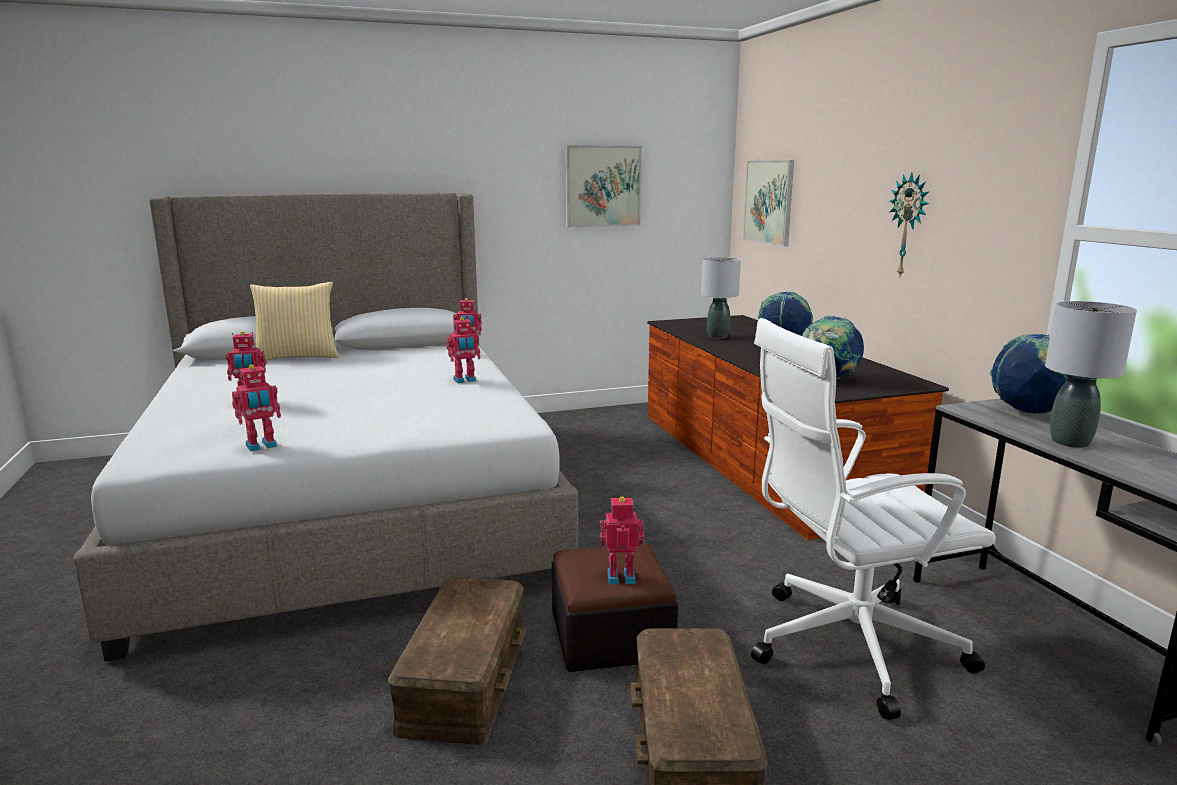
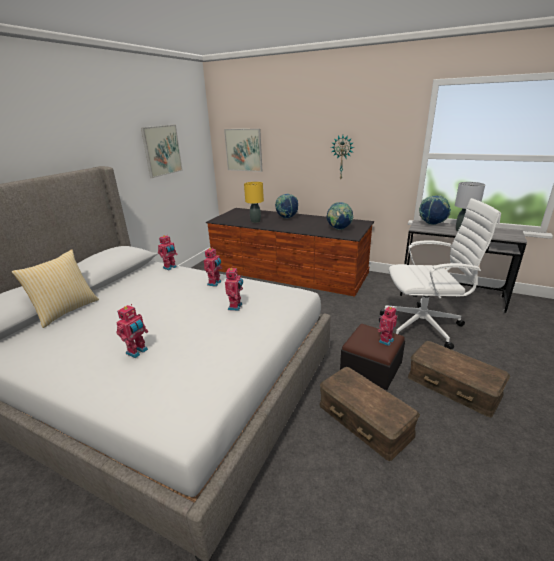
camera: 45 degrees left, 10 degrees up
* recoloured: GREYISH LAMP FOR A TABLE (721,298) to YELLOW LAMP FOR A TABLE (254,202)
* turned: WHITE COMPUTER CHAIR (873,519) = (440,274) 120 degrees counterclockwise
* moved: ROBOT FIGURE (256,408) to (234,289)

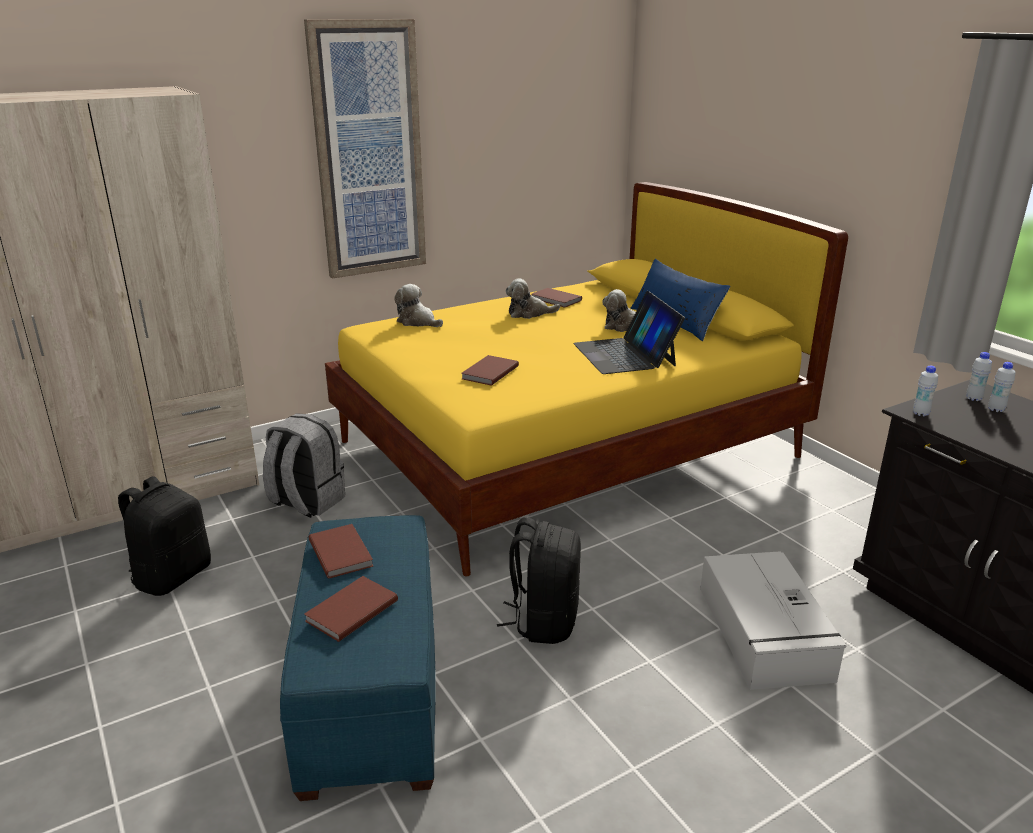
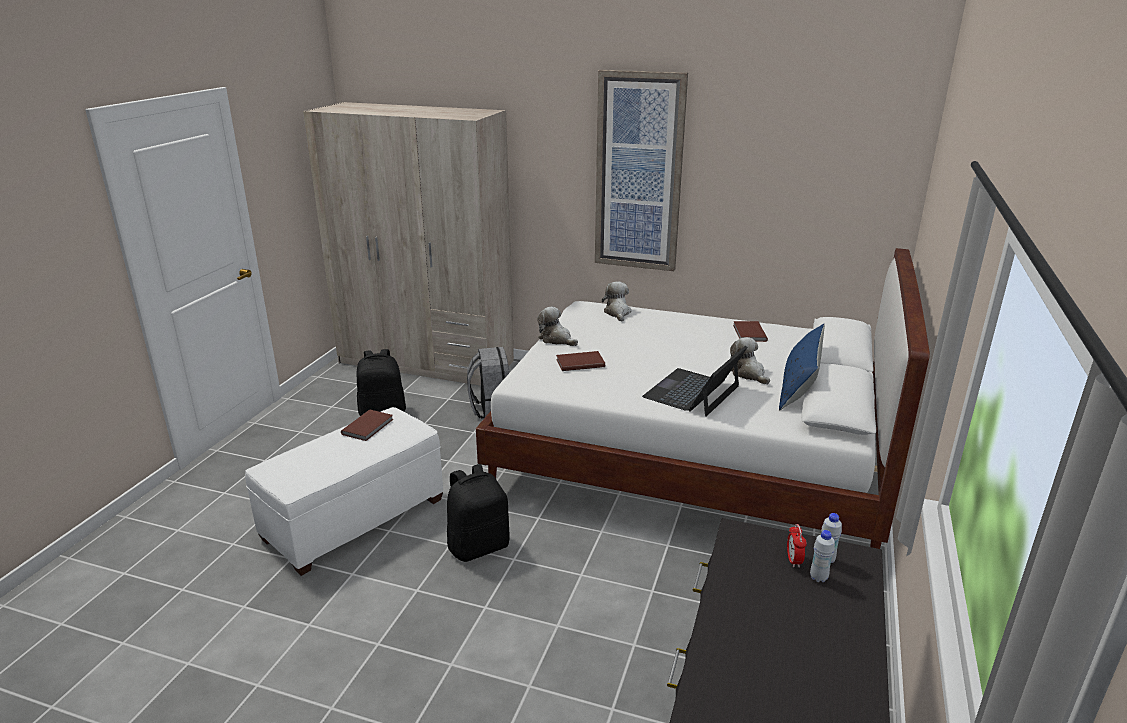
camera: 50 degrees right, 0 degrees up
* recoloured: YELLOW BED (586,379) to WHITE BED (703,398)
* moved: PLUSH TOY (532,298) to (557,326)
* removed: WHITE BEVERAGE BOTTLE (925,391)
* recoloured: BLUE-COLOURED OTTOMAN (357,658) to WHITE OTTOMAN (344,491)
* removed: GREYISH STORAGE BOX (773,620)
* removed: BROWNISH VOLUME (351,609)
* added: ALARM CLOCK (797,546)

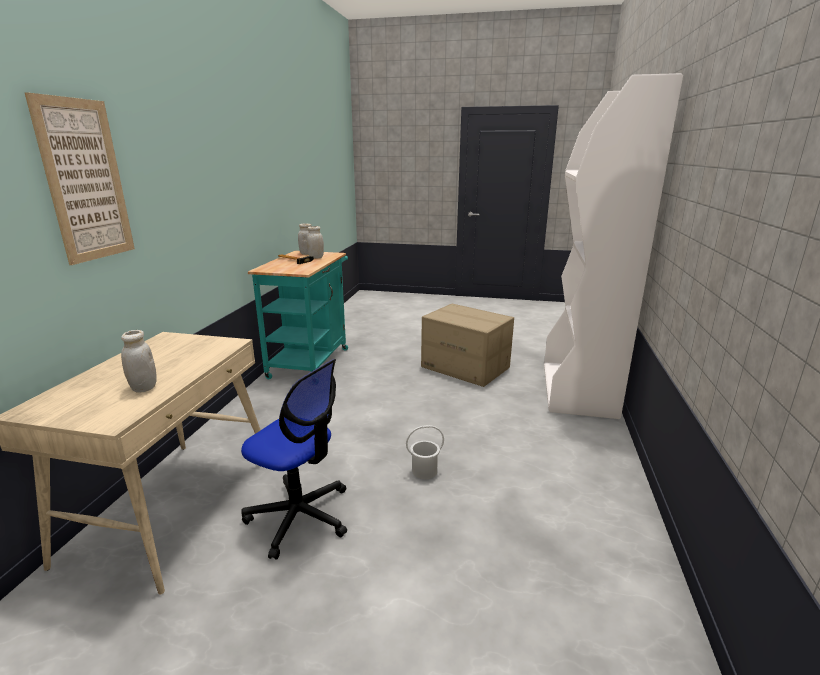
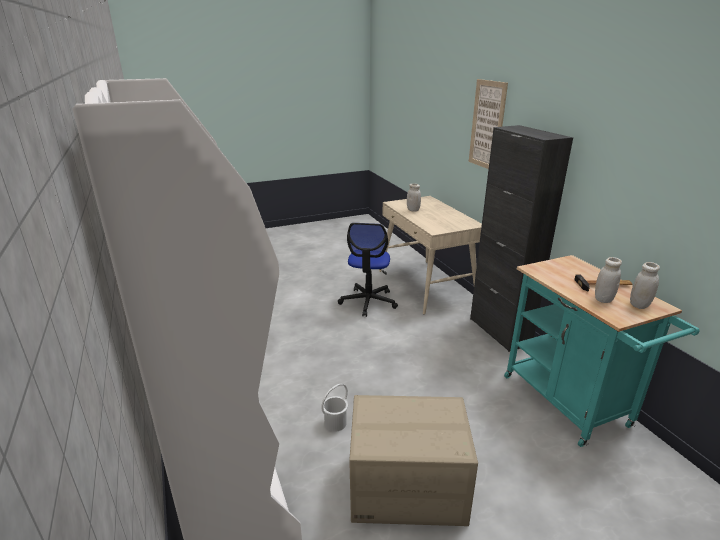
camera: 145 degrees right, 5 degrees up
* turned: COMPUTER CHAIR (294,459) = (368,270) 75 degrees counterclockwise
* moved: WHITE PAIL (425,452) to (334,408)
* added: BLACK CABINET (521,238)

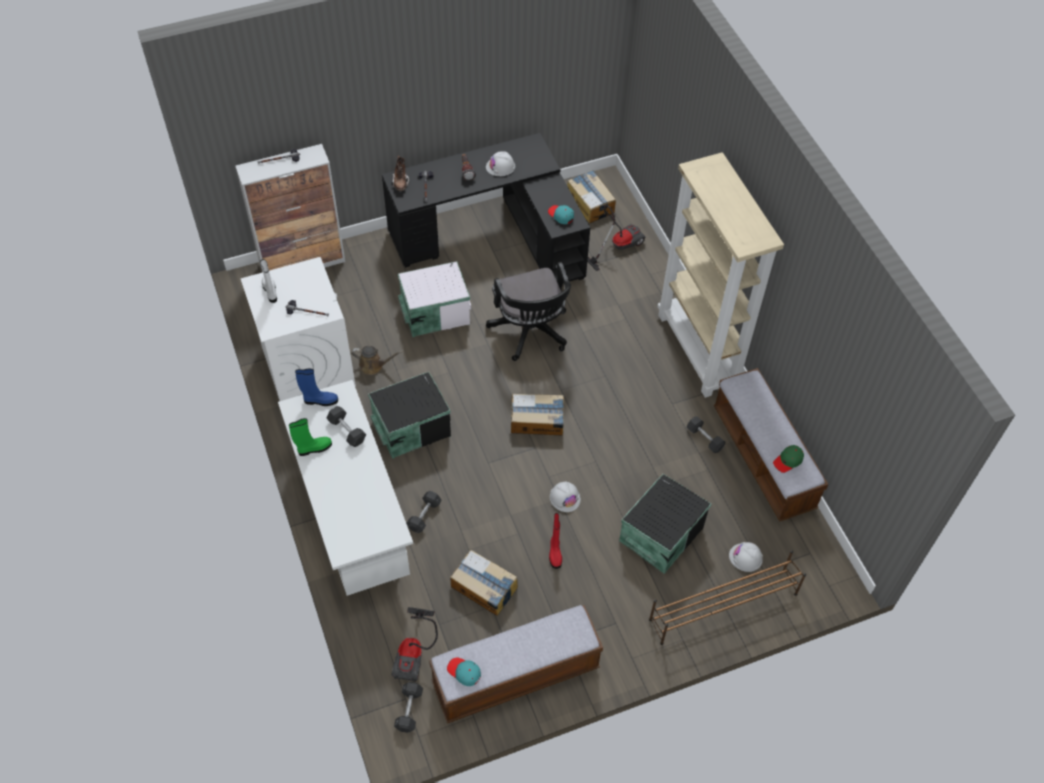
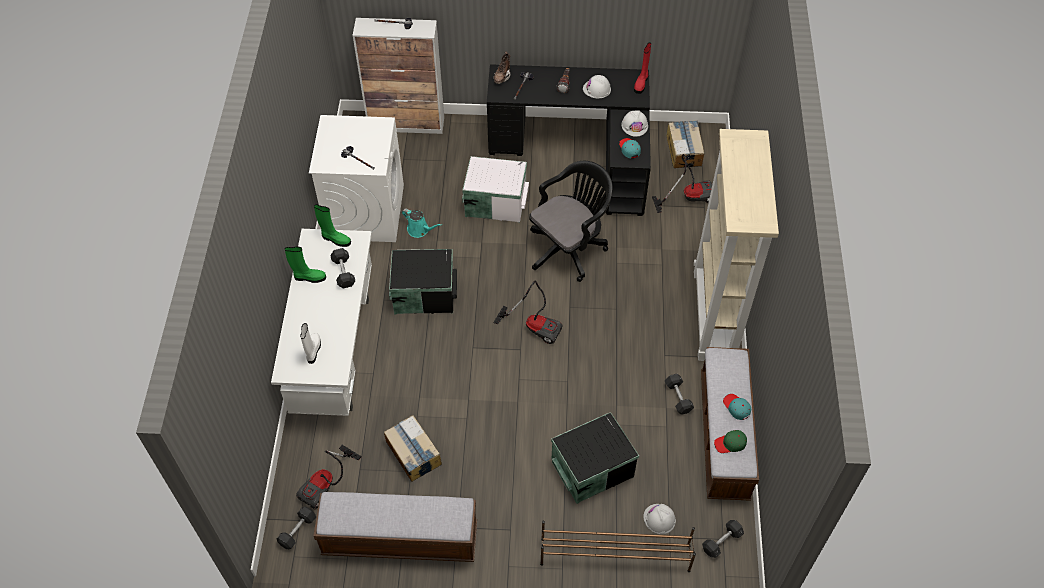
camera: 25 degrees right, 0 degrees up
* moved: WHITE TALL BOOT (268,281) to (310,343)
* turned: BLACK COMPUTER CHAIR (528,311) = (570,221) 135 degrees counterclockwise
* recoloured: BROWNISH WATERING POT (376,360) to TURQUOISE WATERING POT (422,223)
* recoloured: BLUE-COLOURED TALL BOOT (316,387) to GREEN TALL BOOT (332,225)
* replaced: CARDBOARD BOX (537,414) to VACUUM CLEANER (528,312)
* moved: WHITE SAFETY HELMET (565,497) to (634,124)
* moved: GREYISH FREE WEIGHT (424,512) to (723,539)
* moved: REDDISH TALL BOOT (555,541) to (642,68)
* moved: TURQUOISE BASEBALL CAP (464,672) to (737,407)

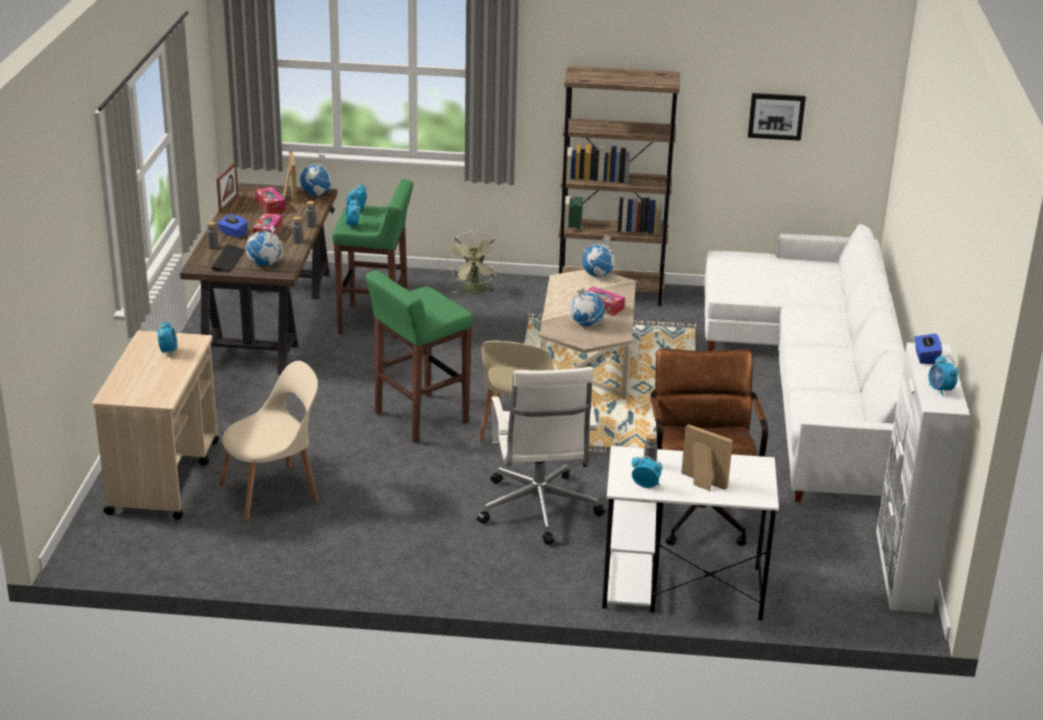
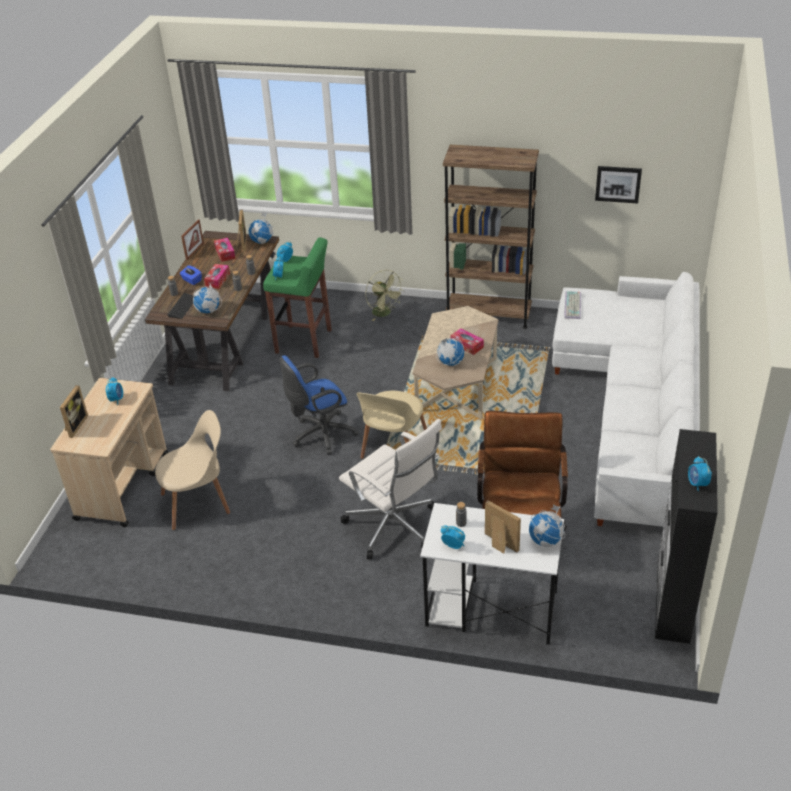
camera: 10 degrees right, 10 degrees up
* turned: GREEN COOLING FAN (474,262) = (384,295) 45 degrees counterclockwise
* moved: DESK GLOBE (599,256) to (547,526)
* replaced: GREEN STOOL (419,356) to BLUE-COLOURED COMPUTER CHAIR (319,405)
* removed: BLUE-COLOURED BOX OF TISSUES (928,349)
* recoloured: WHITE CABINET (923,478) to BLACK CABINET (686,536)
* turned: WHITE COMPUTER CHAIR (541,456) = (390,489) 45 degrees counterclockwise
* added: KEYBOARD (572,305)
* added: PHOTO FRAME (74,411)

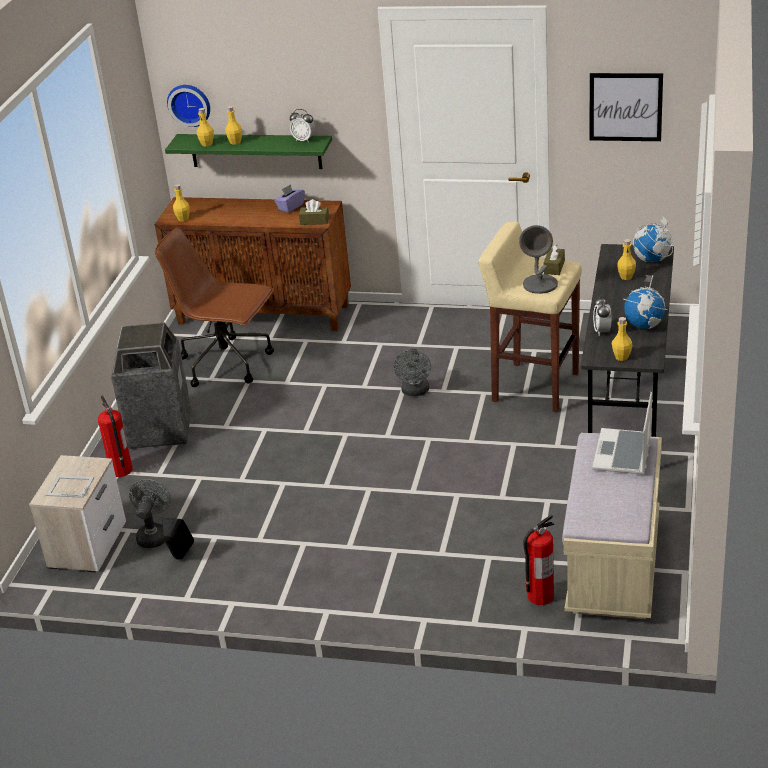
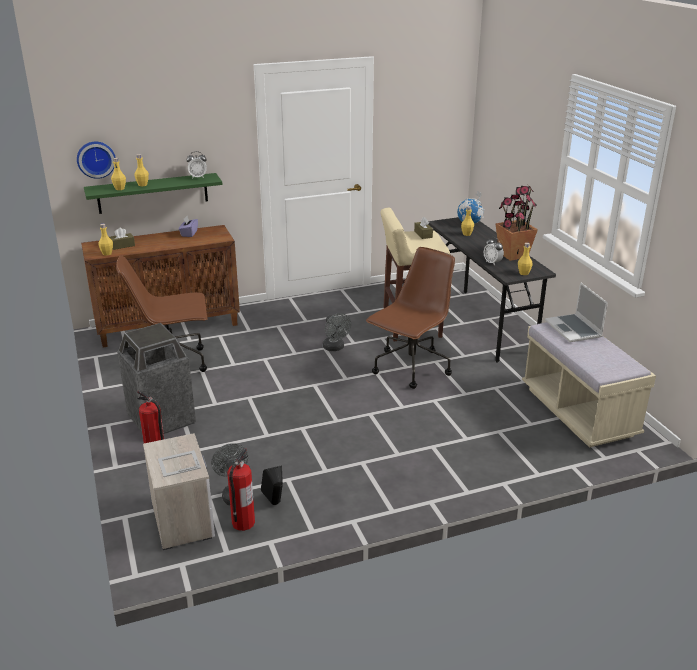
camera: 35 degrees left, 5 degrees down
* removed: PICTURE (626,107)
* moved: BROWNISH BOX OF TISSUES (314,212) to (122,239)
* removed: GREYISH LAMP FOR A TABLE (538,259)
* replaced: DESK GLOBE (645,302) to POTTED PLANT (516,223)
* moved: FIRE EXTINGUISHER (538,560) to (241,489)
* added: BROWNISH COMPUTER CHAIR (410,318)

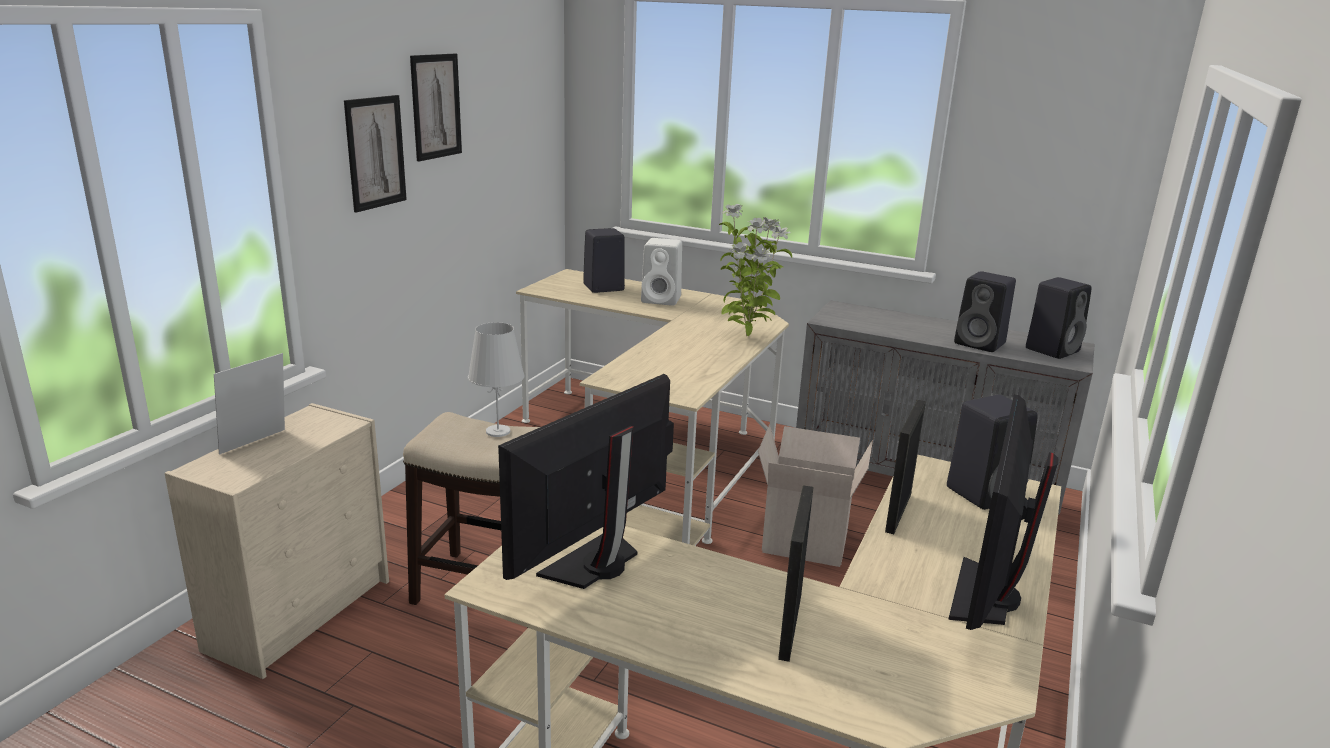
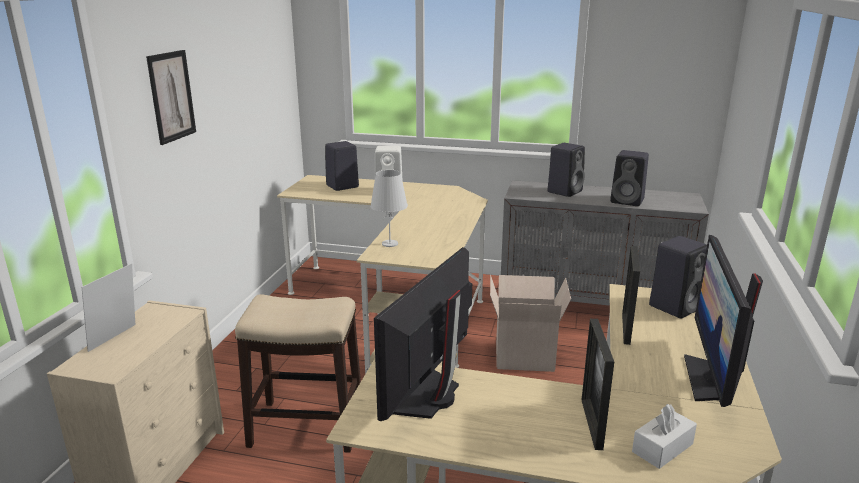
camera: 10 degrees left, 0 degrees up
* removed: PICTURE (436,107)
* removed: POTTED PLANT (755,270)
* moved: BLACK LOUDSPEAKER (1059,318) to (566,170)
* moved: WHITE LAMP FOR A TABLE (496,379) to (389,208)
* added: WHITE BOX OF TISSUES (664,436)

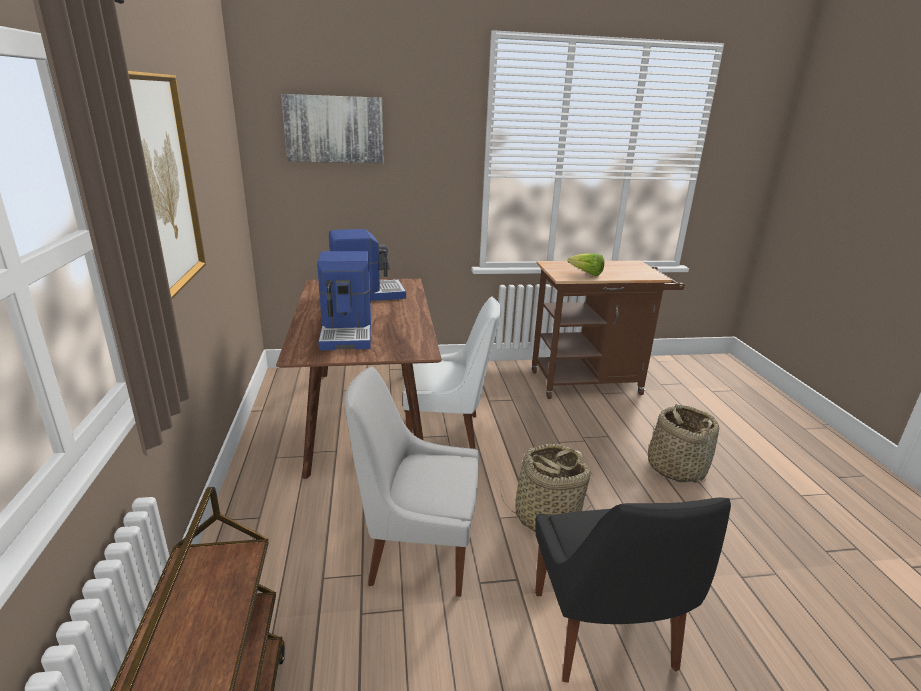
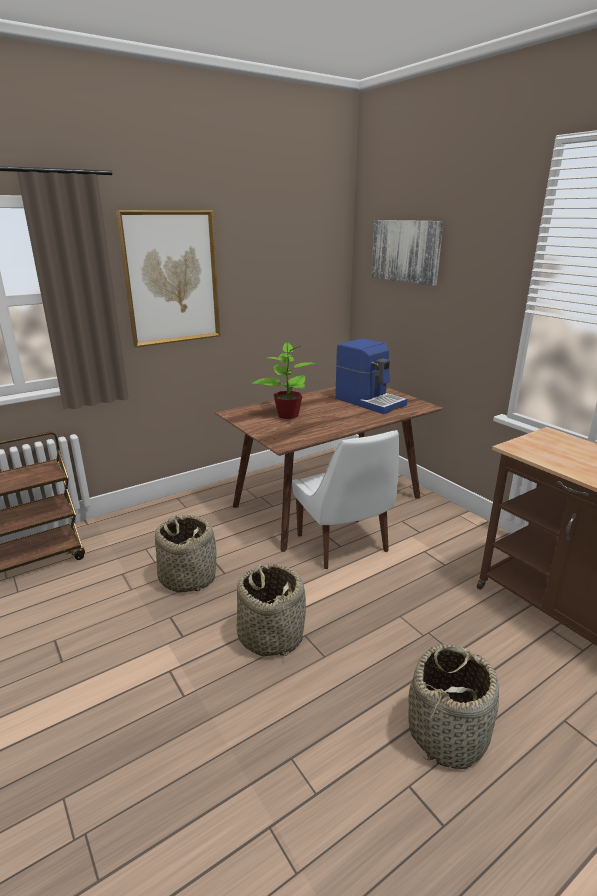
camera: 65 degrees right, 0 degrees up
* replaced: COFFEE MACHINE (344,301) to POTTED PLANT (283,380)
* removed: LETTUCE (586,264)
* replaced: WHITE UPRIGHT CHAIR (411,481) to STORAGE BASKET (185,554)
* removed: BLACK UPRIGHT CHAIR (633,590)

